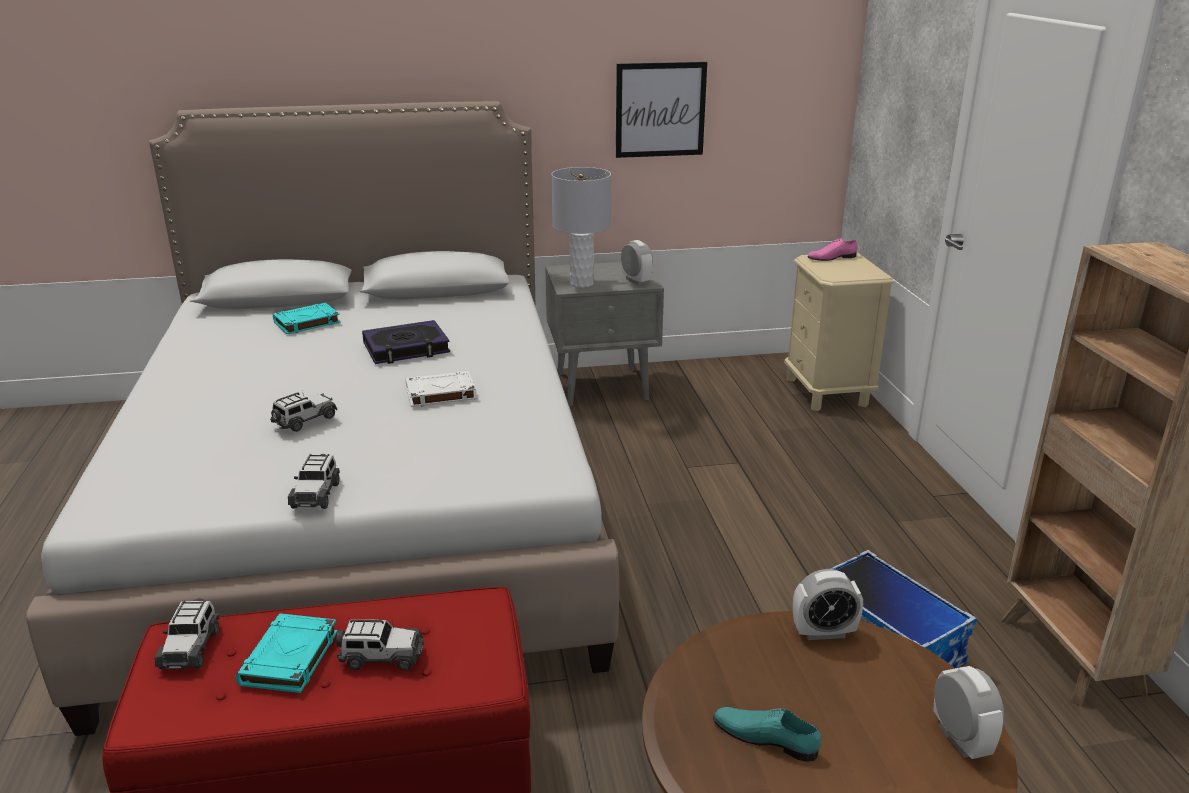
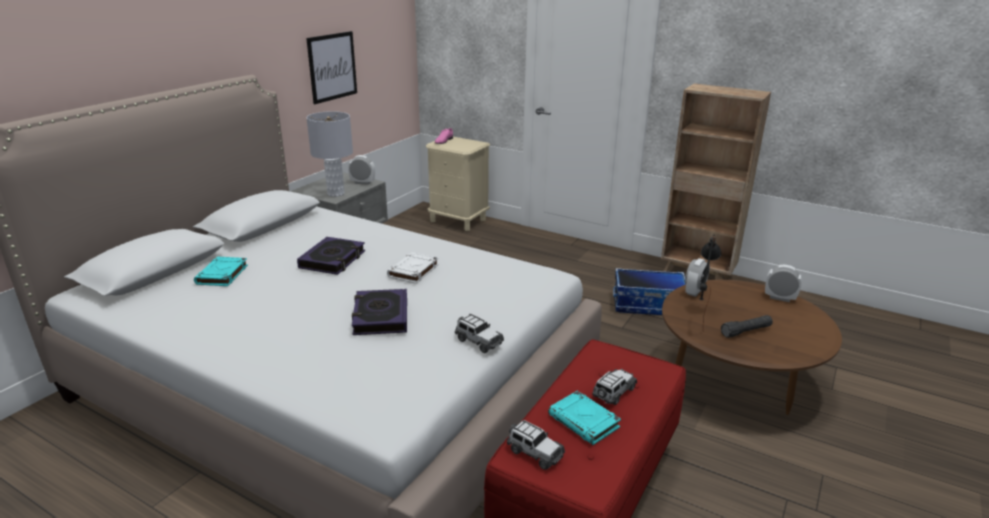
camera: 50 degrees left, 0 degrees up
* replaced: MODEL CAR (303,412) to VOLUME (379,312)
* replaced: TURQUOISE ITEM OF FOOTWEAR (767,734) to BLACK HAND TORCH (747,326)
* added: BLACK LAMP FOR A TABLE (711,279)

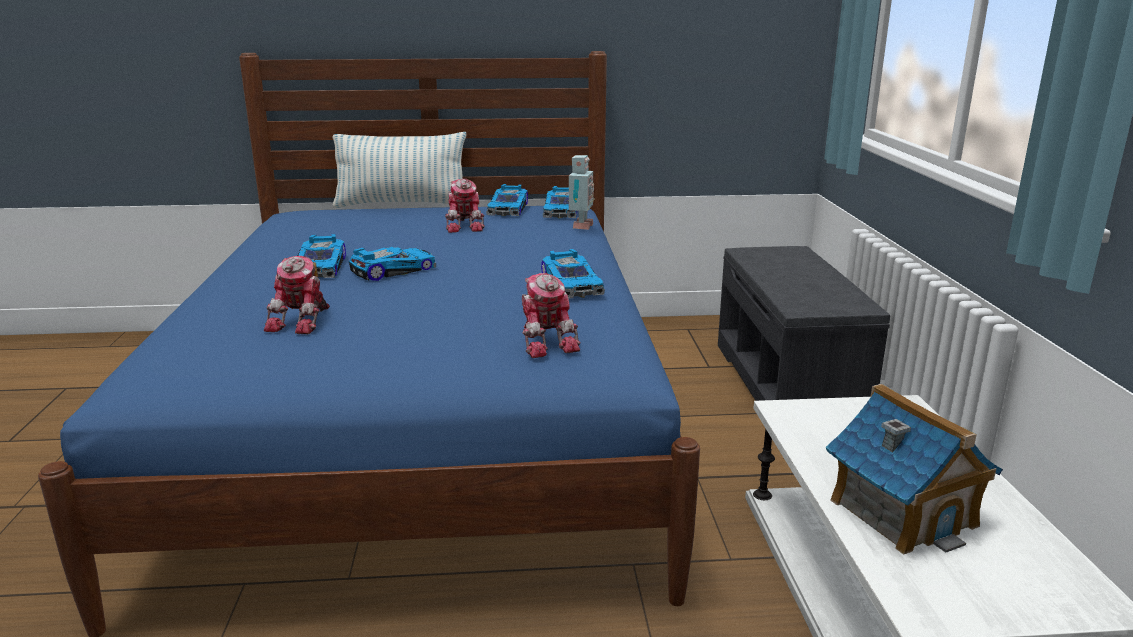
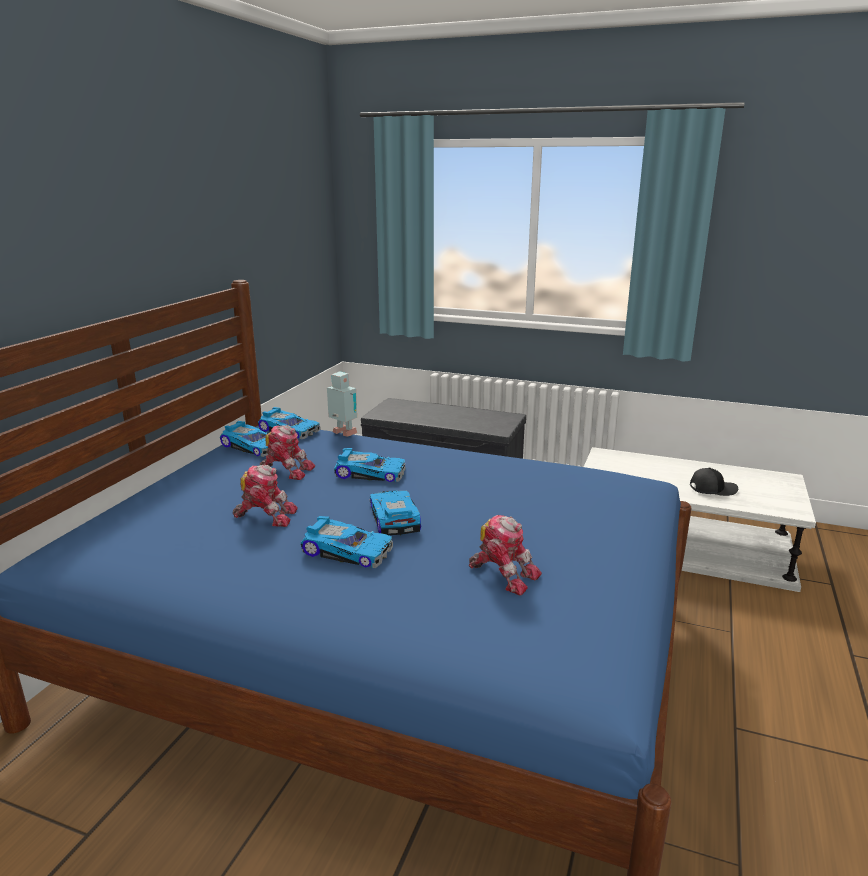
camera: 65 degrees left, 0 degrees up
* removed: THROW PILLOW (399,170)
* moved: MODEL CAR (573,273) to (369,465)
* moved: ROBOT FIGURE (551,315) to (265,495)
* replaced: MODEL HOUSE (914,469) to BLACK BASEBALL CAP (714,481)

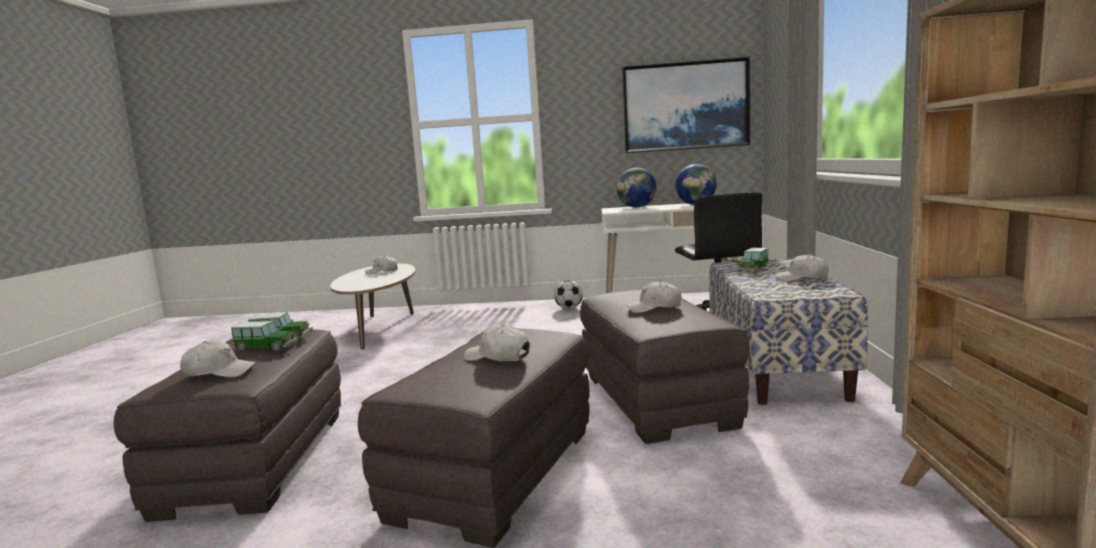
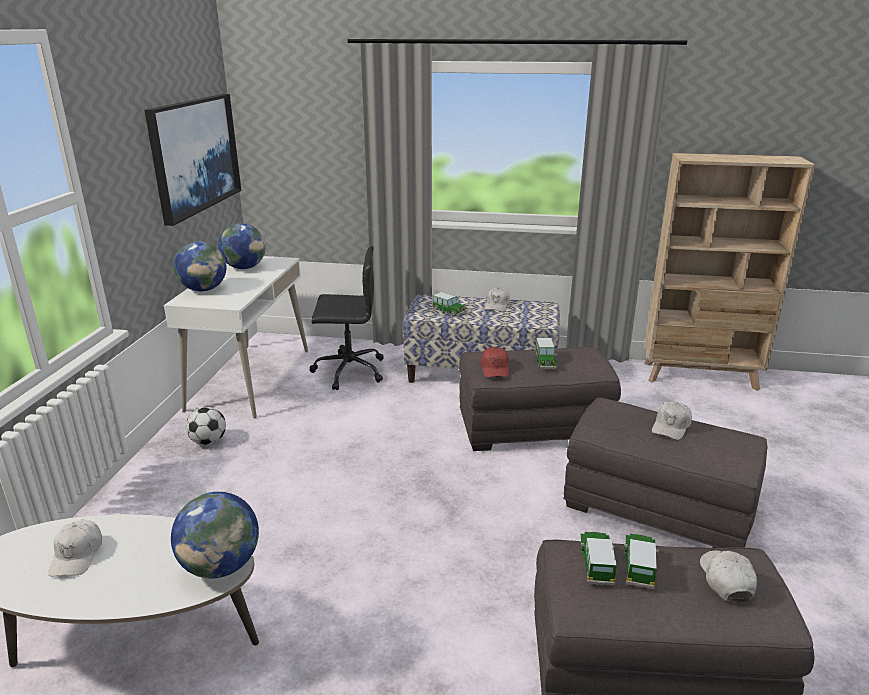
camera: 85 degrees left, 15 degrees up
* replaced: WHITE BASEBALL CAP (654,297) to MODEL CAR (546,353)
* added: REDDISH BASEBALL CAP (495,362)
* added: DESK GLOBE (215,535)

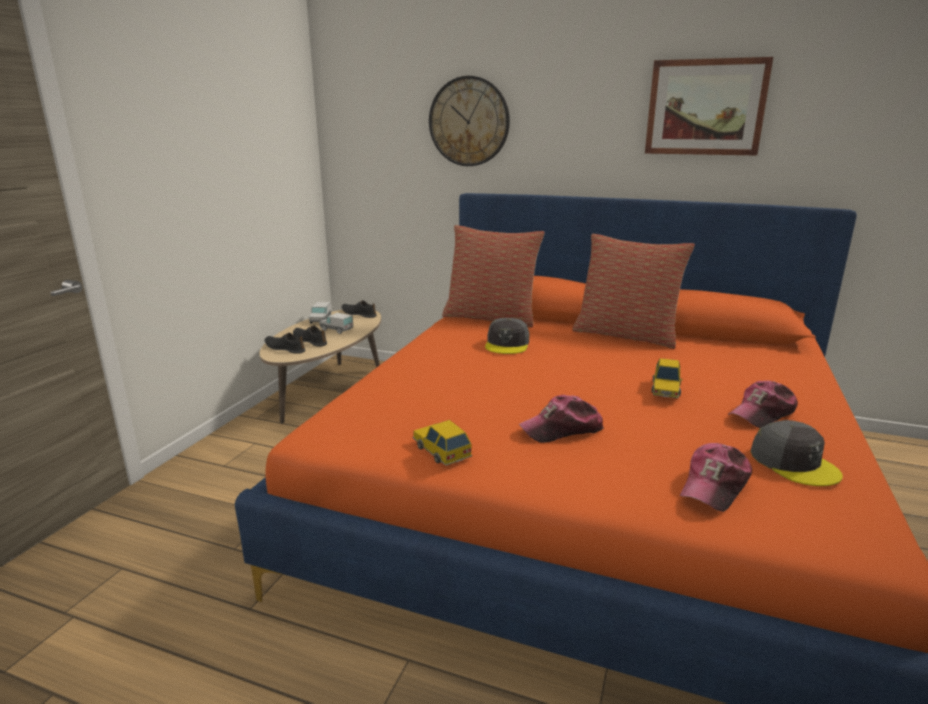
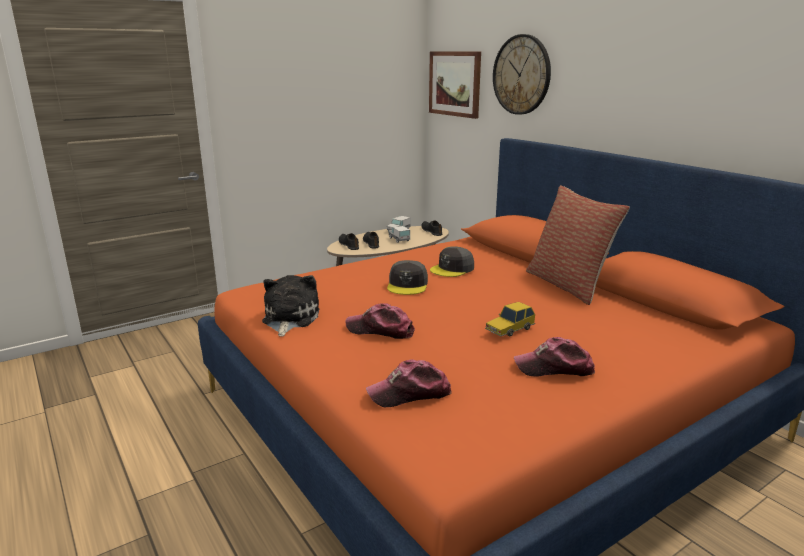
camera: 35 degrees right, 0 degrees up
* moved: PICTURE (709,106) to (455,85)
* removed: THROW PILLOW (493,276)
* replaced: MODEL CAR (442,443) to PLUSH TOY (290,306)
* moved: GREYISH BASEBALL CAP (796,453) to (407,277)

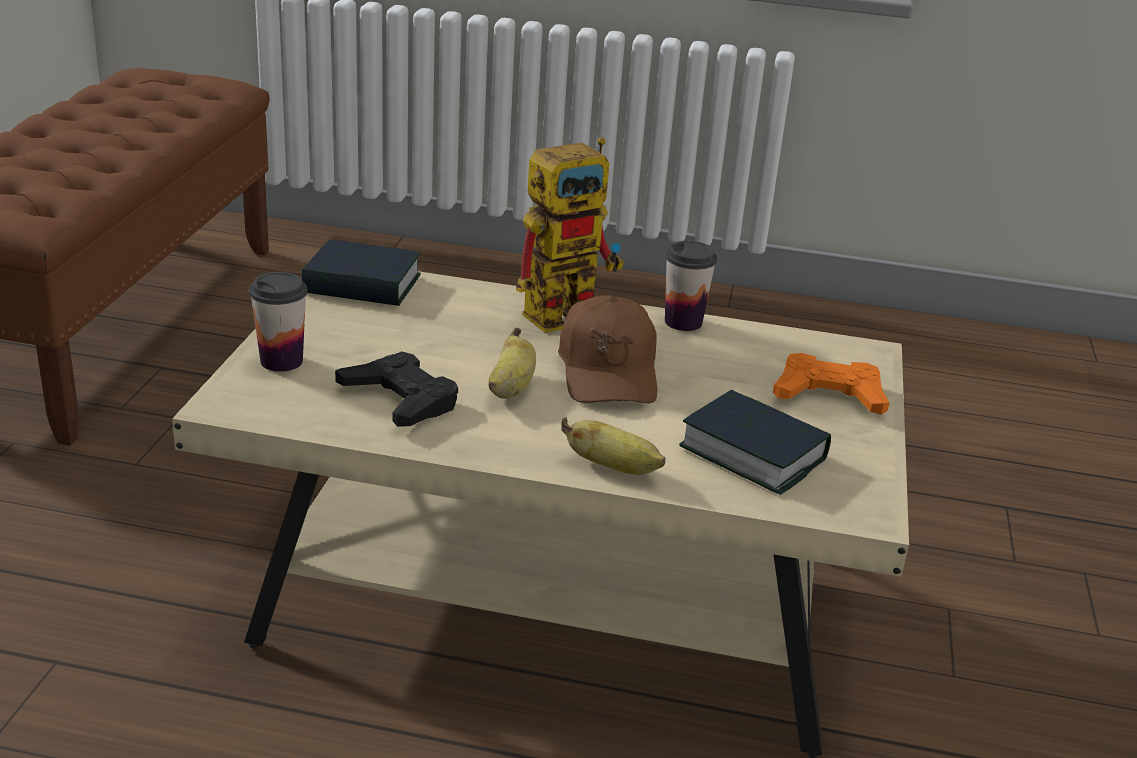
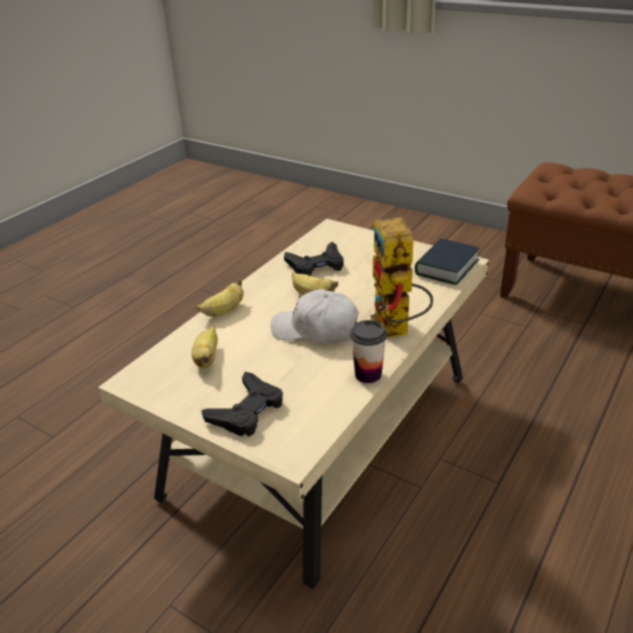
camera: 115 degrees right, 5 degrees up
* removed: CUP (278,322)
* recoloured: BROWNISH BASEBALL CAP (607,349) to WHITE BASEBALL CAP (315,316)
* recoloured: ORANGEY GAME CONTROLLER (831,384) to BLACK GAME CONTROLLER (242,404)
* replaced: VOLUME (755,442) to BANANA (204,347)

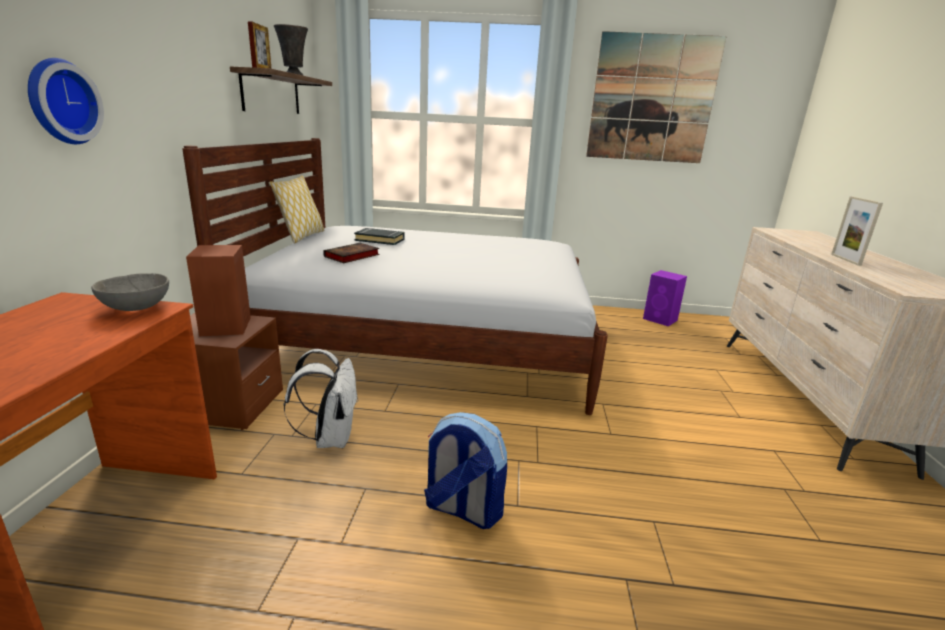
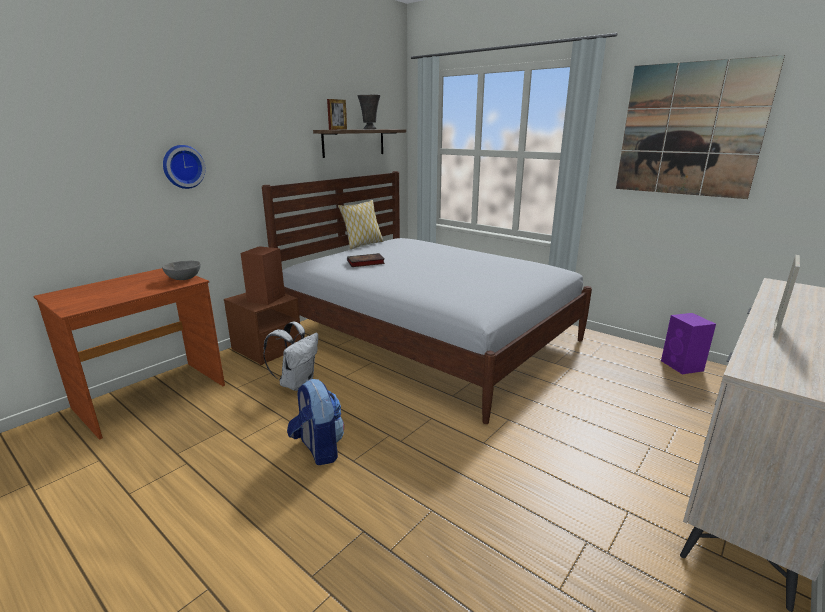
camera: 35 degrees right, 0 degrees up
* removed: BLACK VOLUME (379,236)

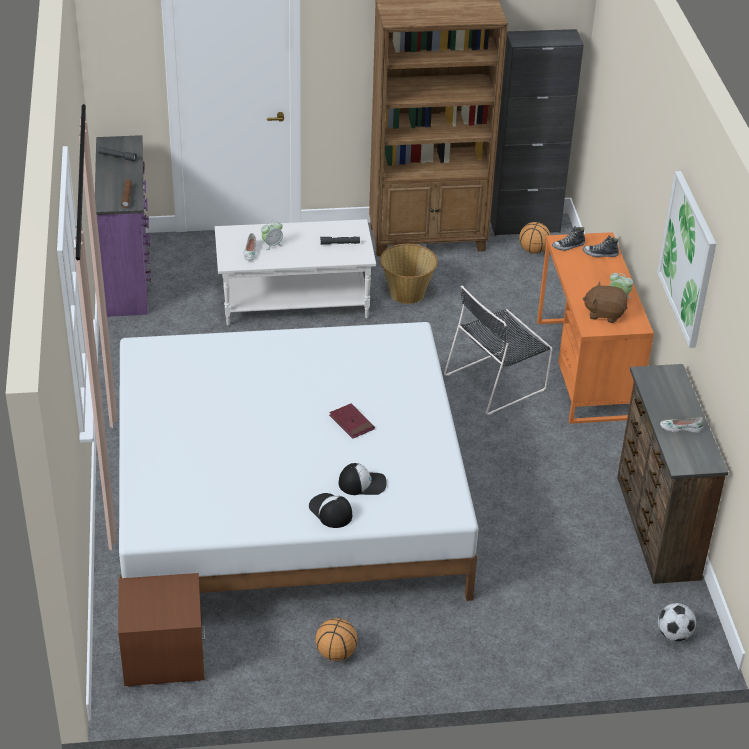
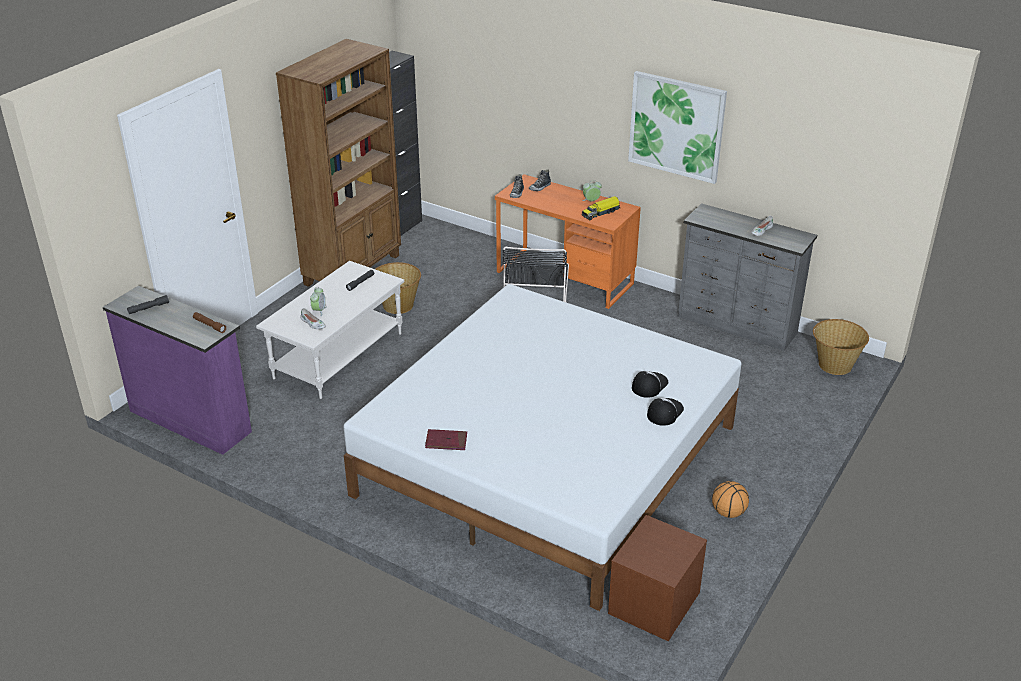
camera: 50 degrees left, 5 degrees down
* removed: BASKETBALL BALL (534,237)
* replaced: BROWNISH PLUSH TOY (605,302) to TOY TRUCK (601,208)
* recoloured: BROWNISH CHEST OF DRAWERS (672,474) to GREYISH CHEST OF DRAWERS (747,277)
* moved: REDDISH VOLUME (352,421) to (446,439)
* turned: BASEBALL CAP (330,510) = (665,412) 120 degrees clockwise
* replaced: FOOTBALL (677,622) to STORAGE BASKET (841,347)

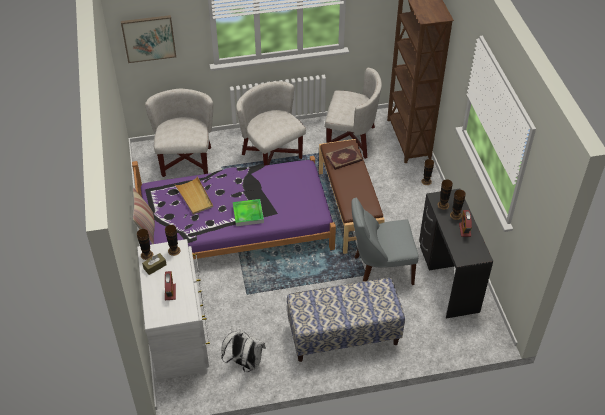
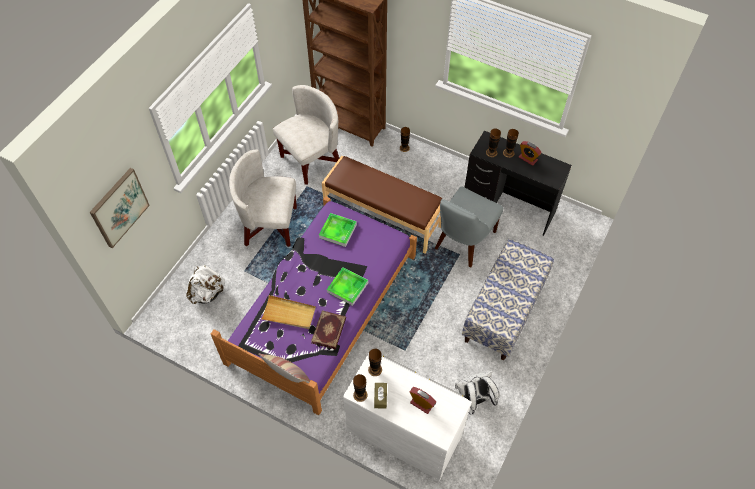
camera: 50 degrees left, 10 degrees up
* replaced: WHITE ARMCHAIR (179,133) to WHITE RUCKSACK (205,284)
* moved: VOLUME (344,157) to (328,329)
* added: CARRYING TRAY (338,230)

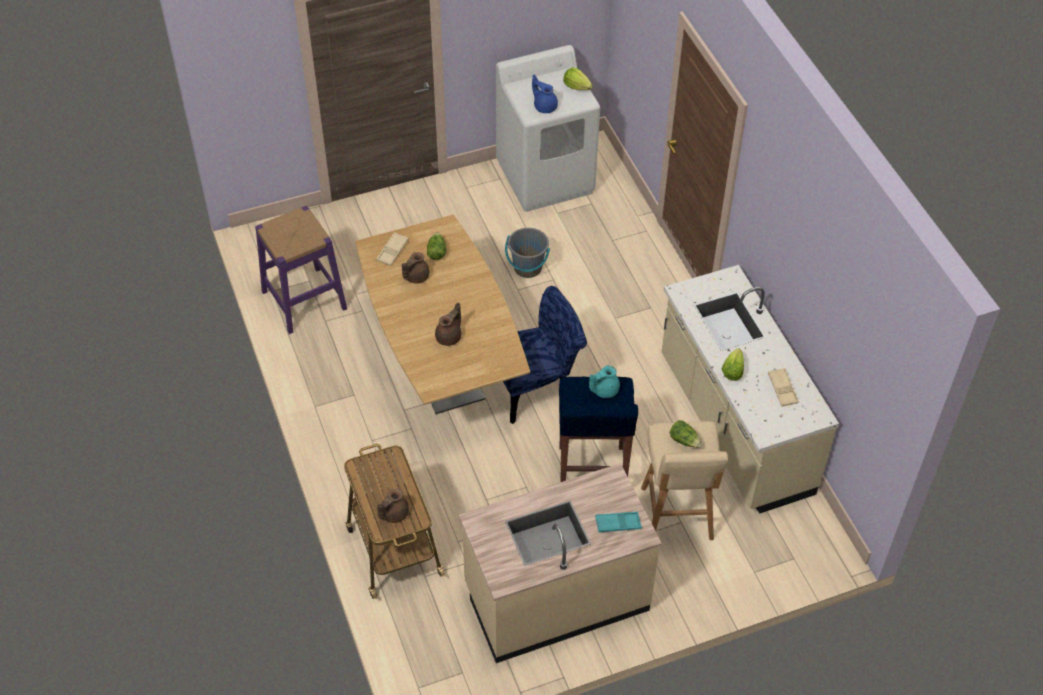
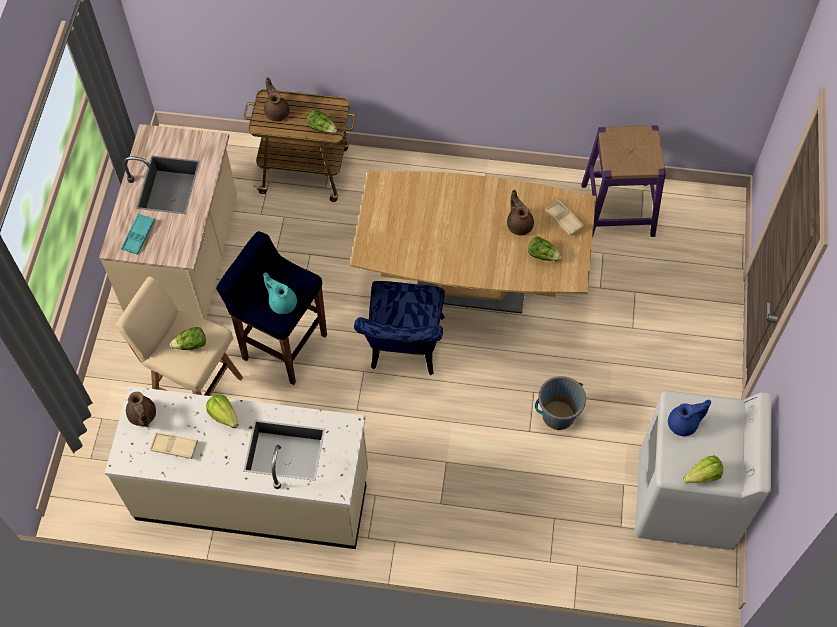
camera: 120 degrees right, 10 degrees up
* moved: BROWNISH TEAPOT (448,324) to (141,409)
* turned: TURQUOISE TEAPOT (604,381) = (280,293) 45 degrees counterclockwise
* added: LETTUCE (322,122)

